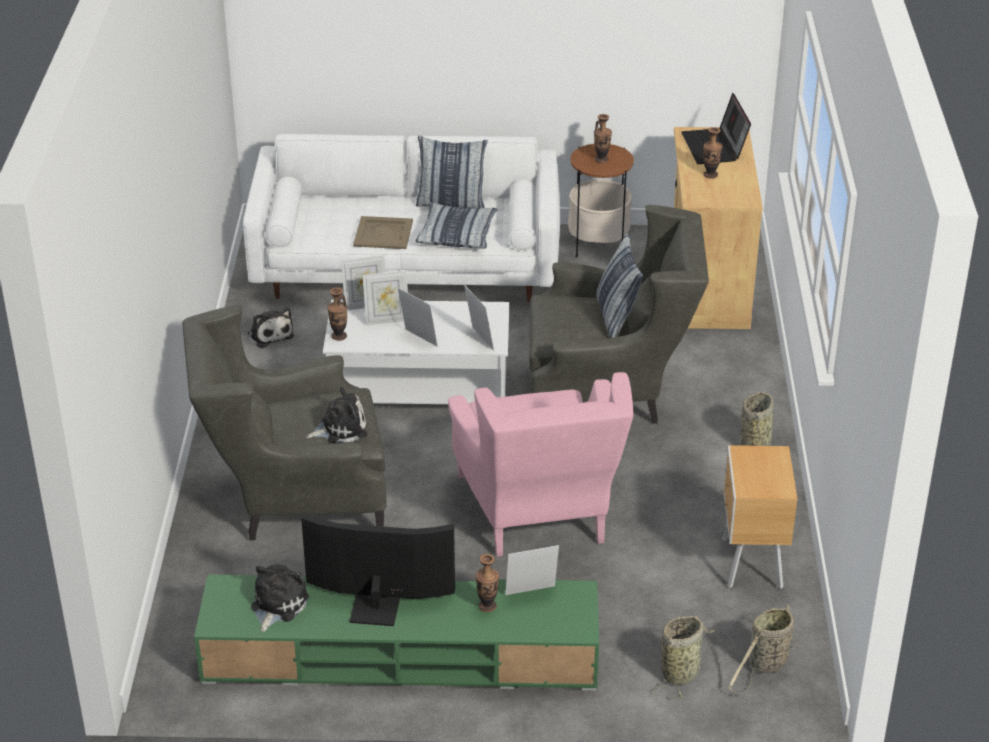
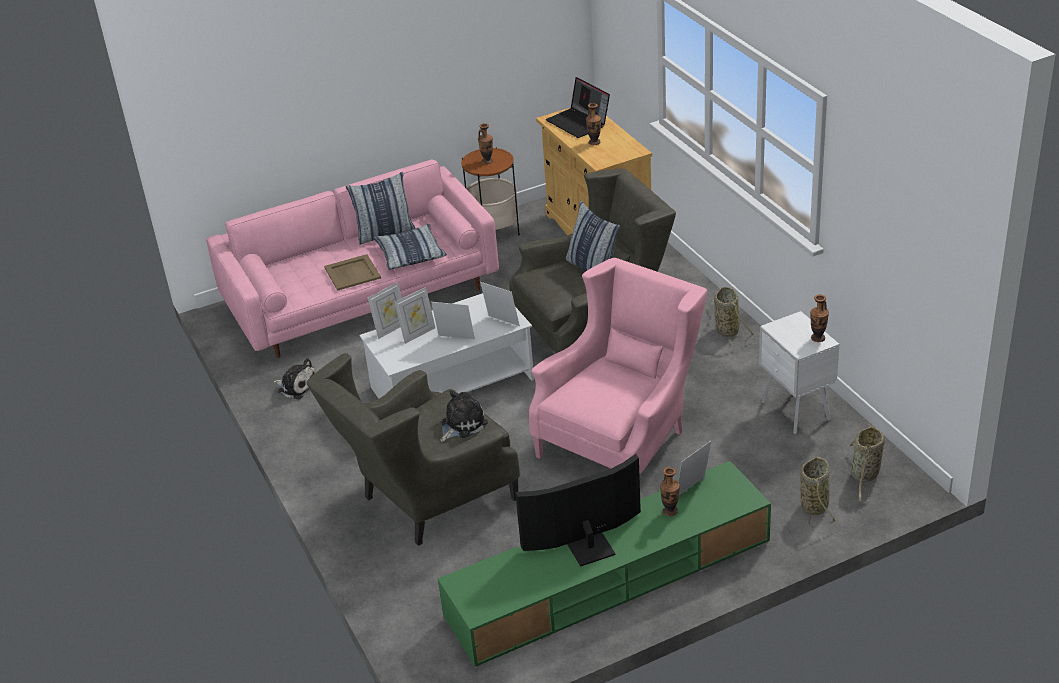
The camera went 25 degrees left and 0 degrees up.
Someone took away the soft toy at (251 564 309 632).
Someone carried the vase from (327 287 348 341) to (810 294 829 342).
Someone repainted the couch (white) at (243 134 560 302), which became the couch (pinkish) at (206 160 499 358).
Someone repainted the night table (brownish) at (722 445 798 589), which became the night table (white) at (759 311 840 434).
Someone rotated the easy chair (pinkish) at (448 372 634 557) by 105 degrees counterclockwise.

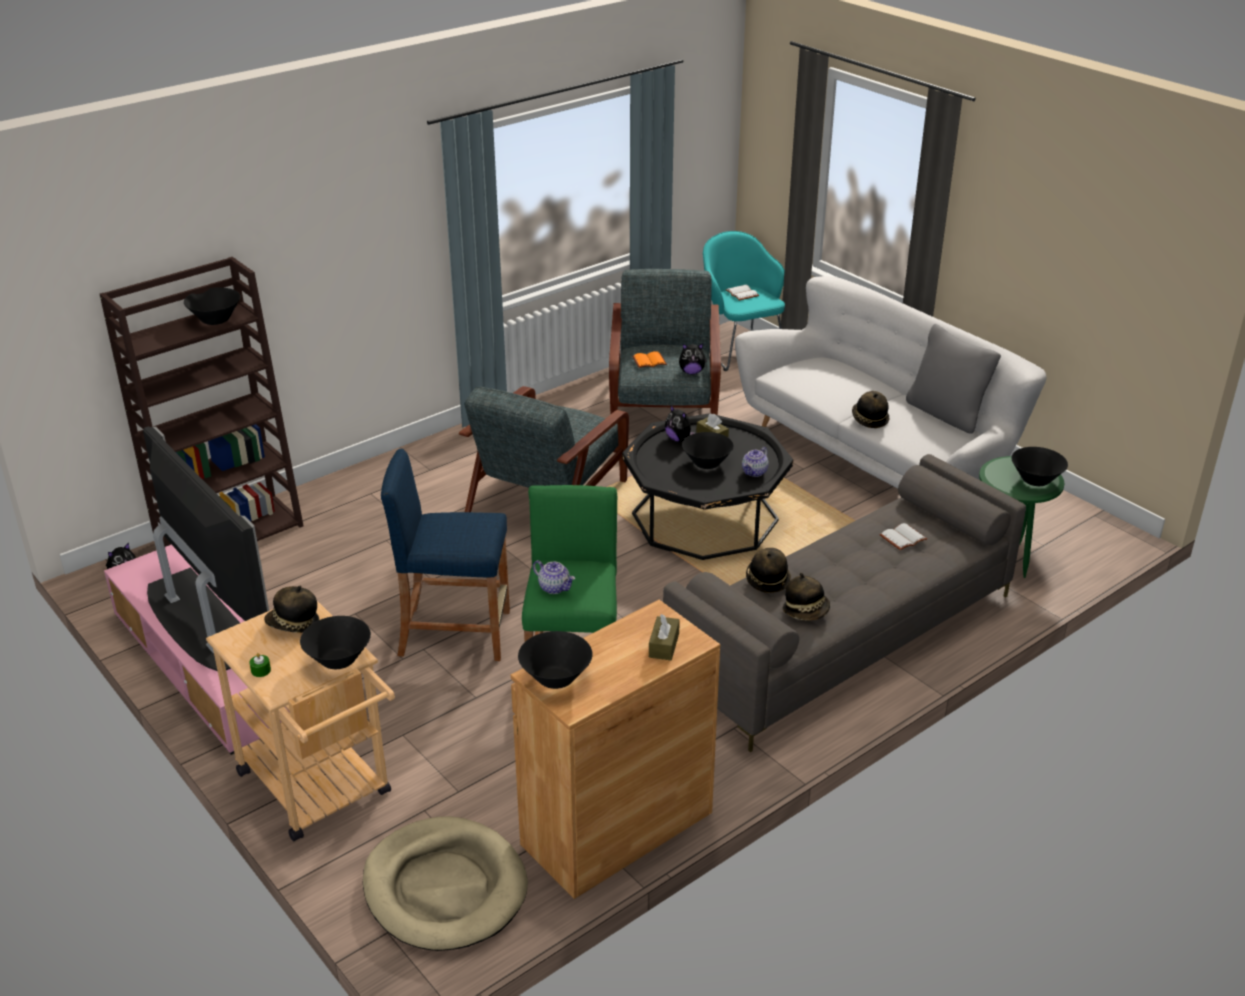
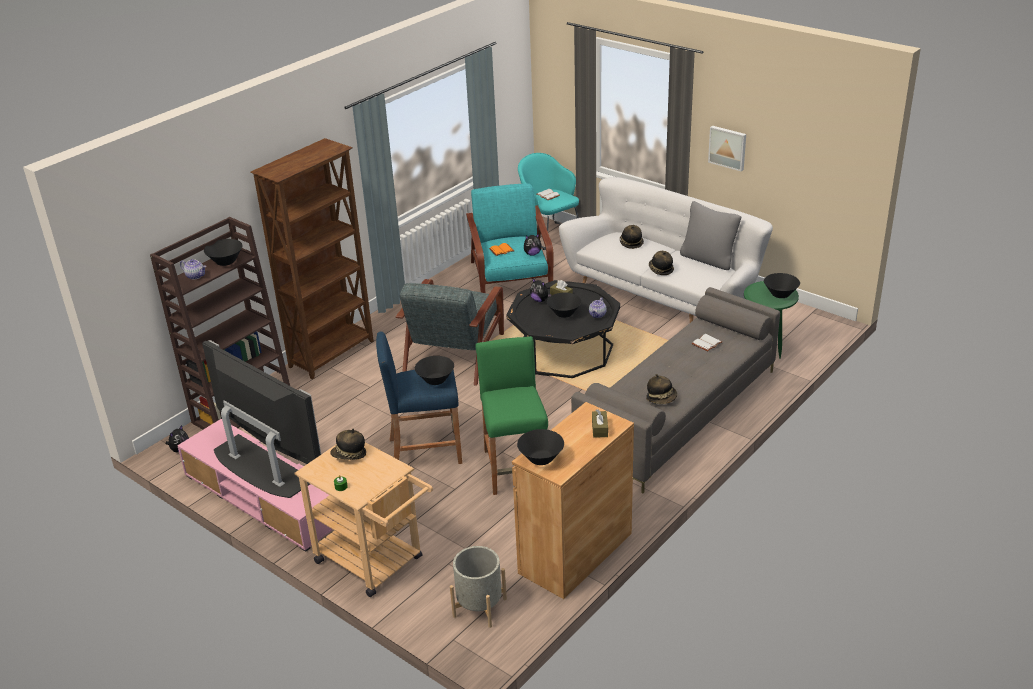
The camera went 10 degrees left and 0 degrees up.
Someone put down the bookcase (brownish) at (250 138 374 380).
Someone put up the picture at (708 126 746 171).
Someone carried the bowl (black-coloured) from (300 616 371 669) to (415 356 454 385).
Someone carried the pot for tea from (533 560 575 594) to (180 259 206 280).
Someone carried the clothing hat from (746 548 791 593) to (620 225 644 249).
Someone swapped the dog cushion (beige) at (363 816 528 951) for the flower pot (grey) at (450 546 507 628).
Someone repainted the easy chair (grey) at (609 269 721 415), which became the easy chair (turquoise-coloured) at (466 183 553 293).

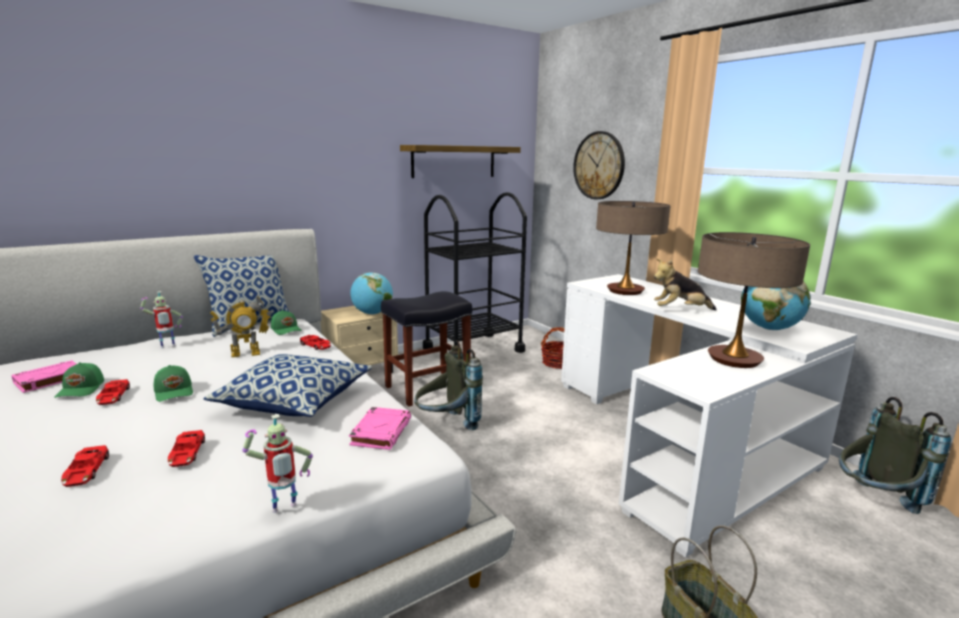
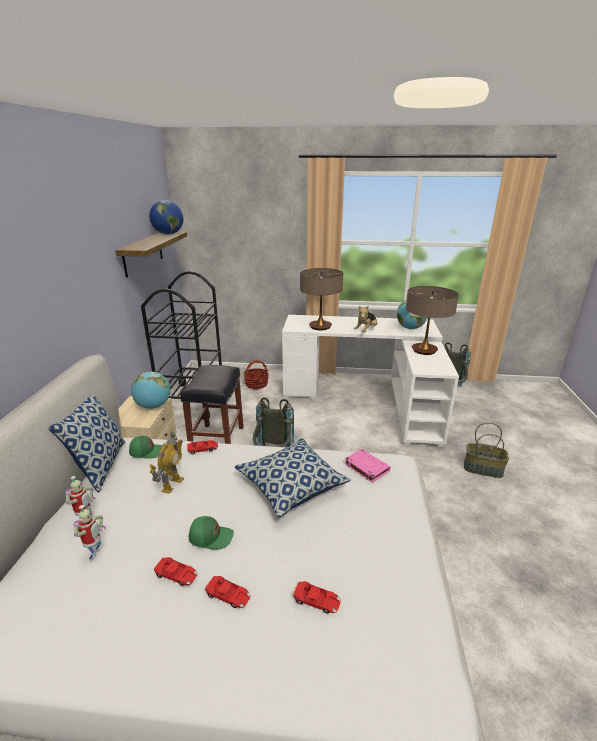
The camera went 50 degrees left and 10 degrees up.
Someone took away the bound book (pinkish) at (11 360 76 393).
Someone took away the peaked cap (greenish) at (54 362 104 398).
Someone took away the clock on the wall at (573 131 625 199).
Someone put down the world globe at (149 200 184 235).
Someone carried the miniature car (red-coloured) from (168 430 205 467) to (205 576 250 608).
Someone carried the toy robot from (242 414 313 513) to (73 505 106 562).

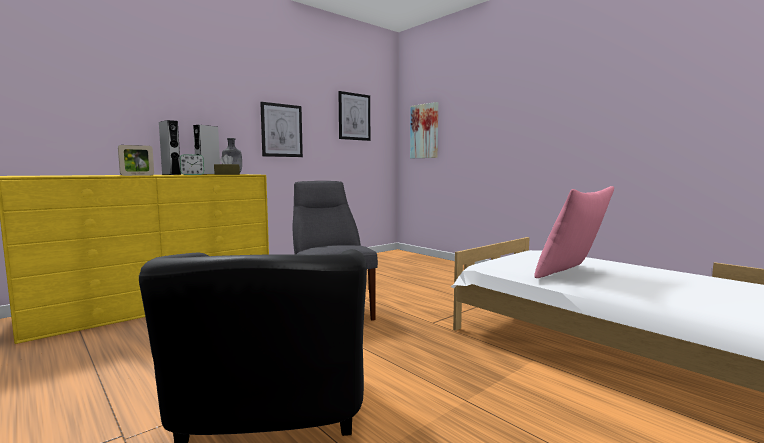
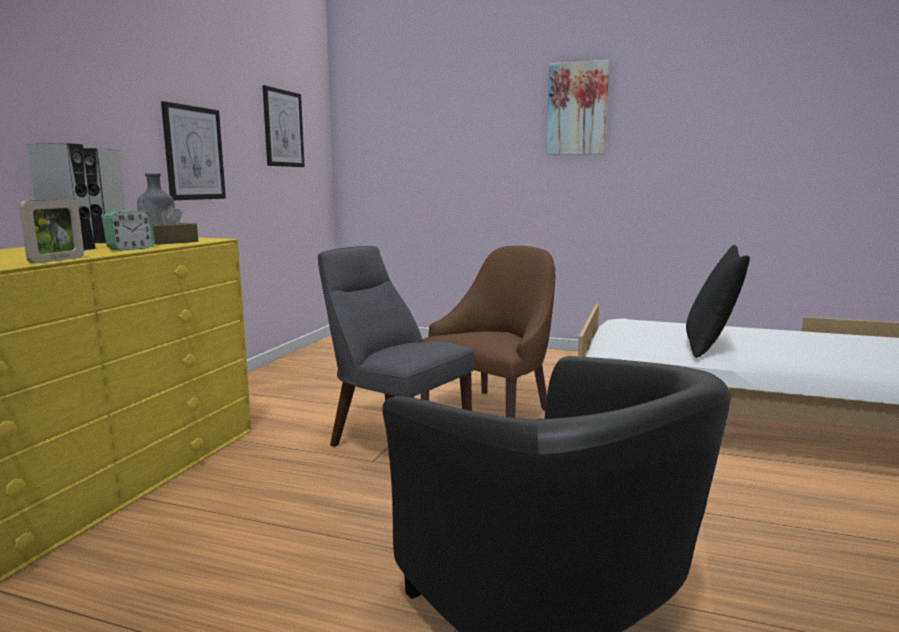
The camera went 30 degrees left and 5 degrees up.
Someone put down the easy chair (brownish) at (421 246 555 418).
Someone carried the picture from (410 102 438 158) to (546 60 609 155).
Someone repainted the cushion (pinkish) at (534 186 614 278), which became the cushion (black-coloured) at (686 245 750 358).

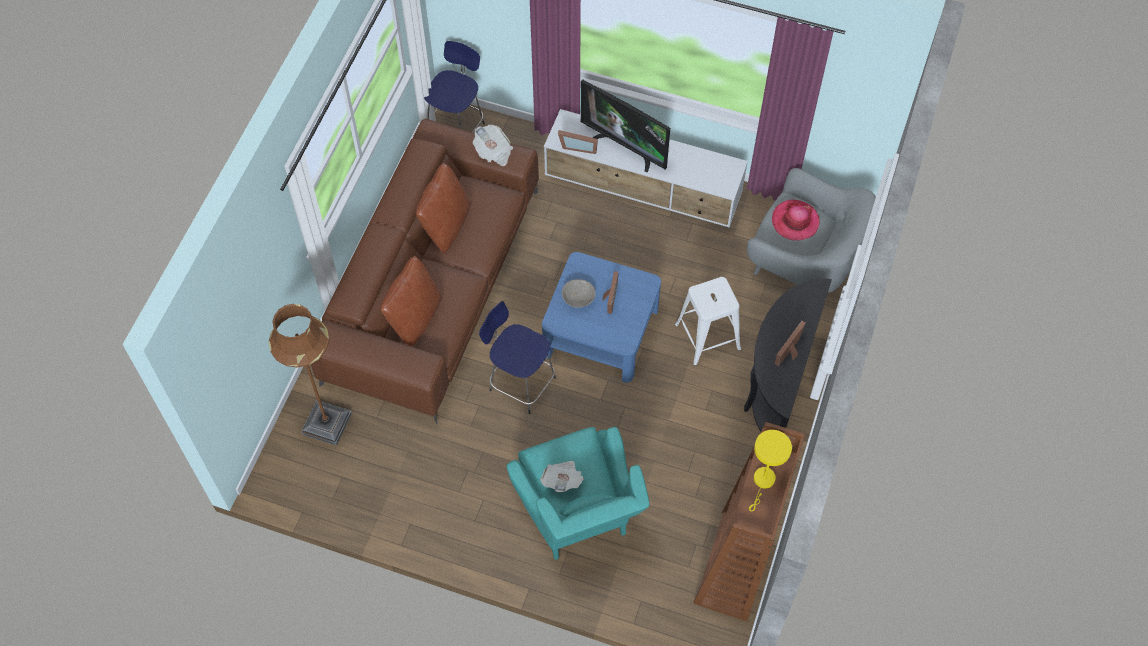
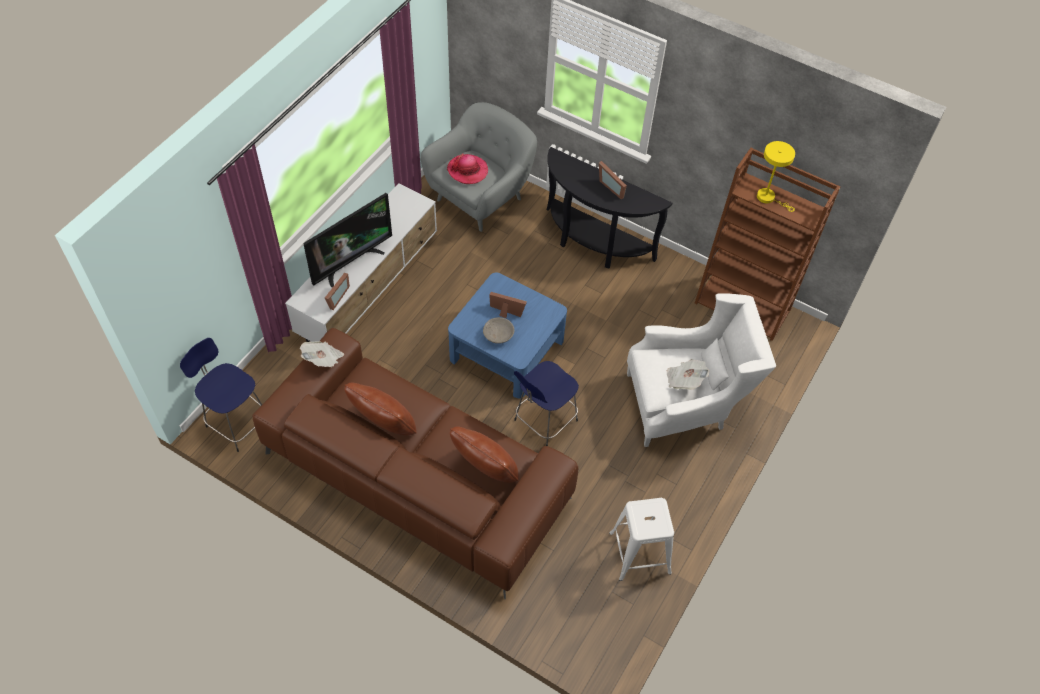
The camera went 80 degrees left and 5 degrees down.
Someone took away the floor lamp (brownish) at (269 304 352 446).
Someone carried the stool (white) from (675 277 741 366) to (609 498 674 581).
Someone repainted the easy chair (turquoise-coloured) at (507 427 649 560), which became the easy chair (white) at (627 293 776 447).

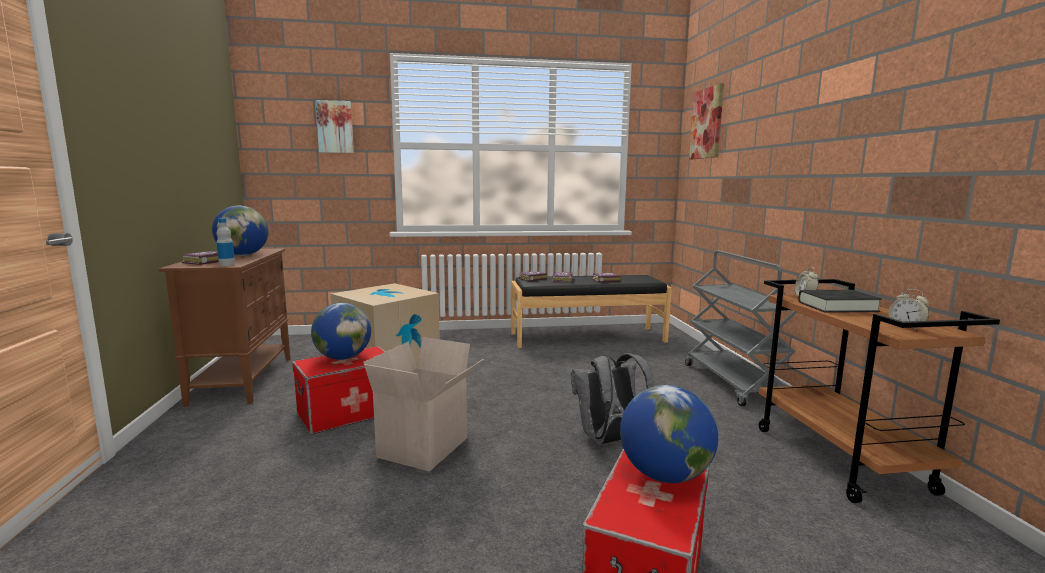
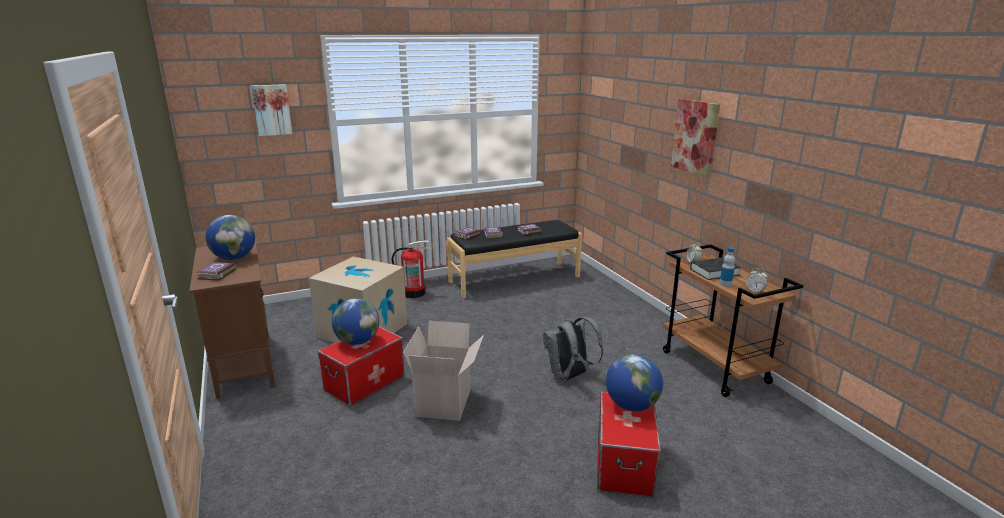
The camera went 15 degrees left and 10 degrees up.
Someone took away the wheeled cart (grey) at (685 250 797 406).
Someone put down the extinguisher at (392 240 432 298).
Someone carried the drink bottle from (216 218 235 266) to (719 247 735 287).
Someone carried the picture from (689 83 724 159) to (671 99 720 177).

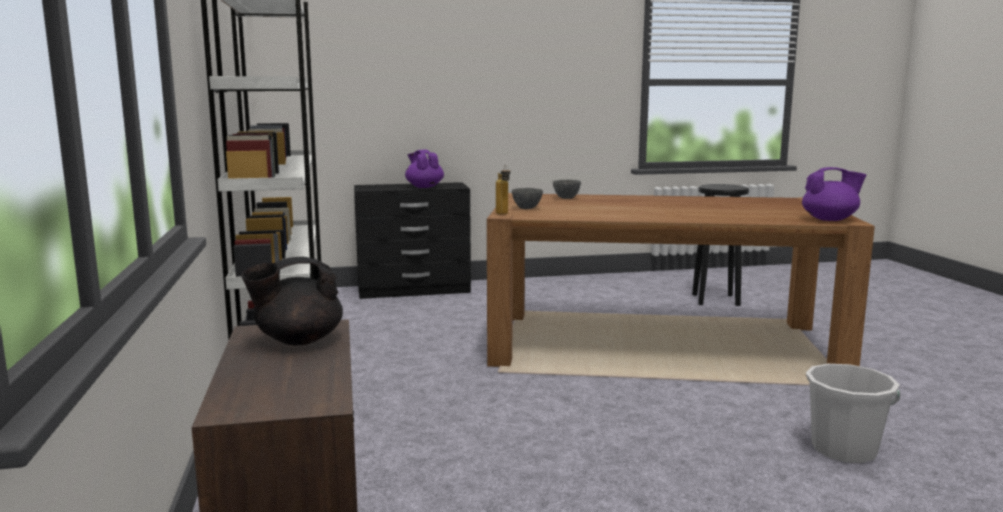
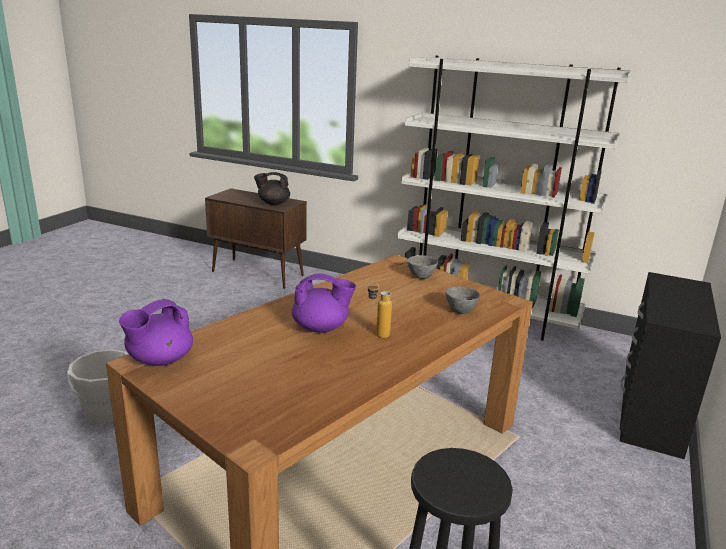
The camera went 125 degrees right and 10 degrees up.
Someone carried the pot for tea (purple-coloured) from (405 149 444 188) to (292 274 356 333).
Someone carried the drink bottle from (496 166 510 215) to (367 281 392 338).
Someone rotated the pot for tea (black-coloured) at (241 257 343 345) by 105 degrees counterclockwise.

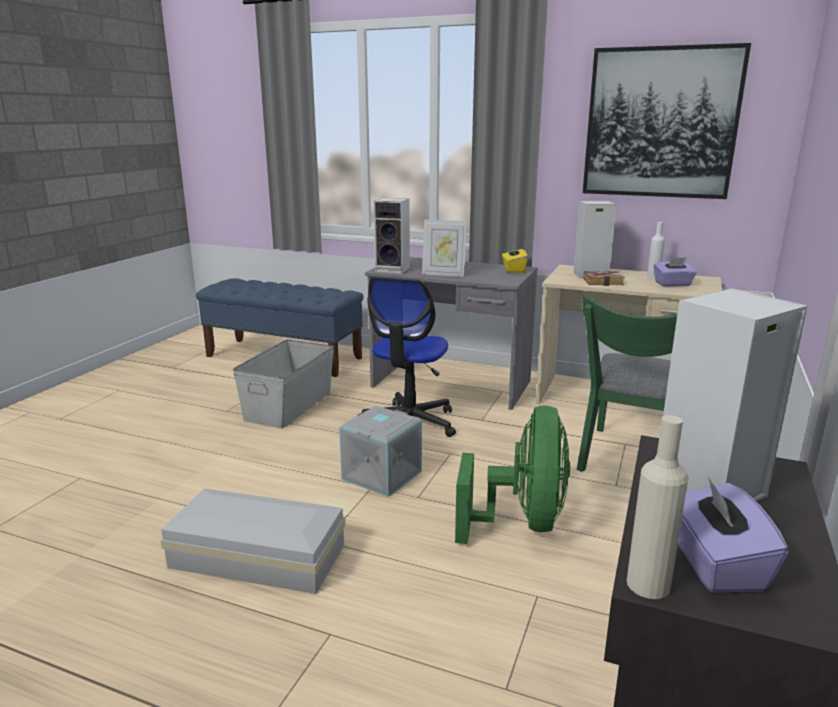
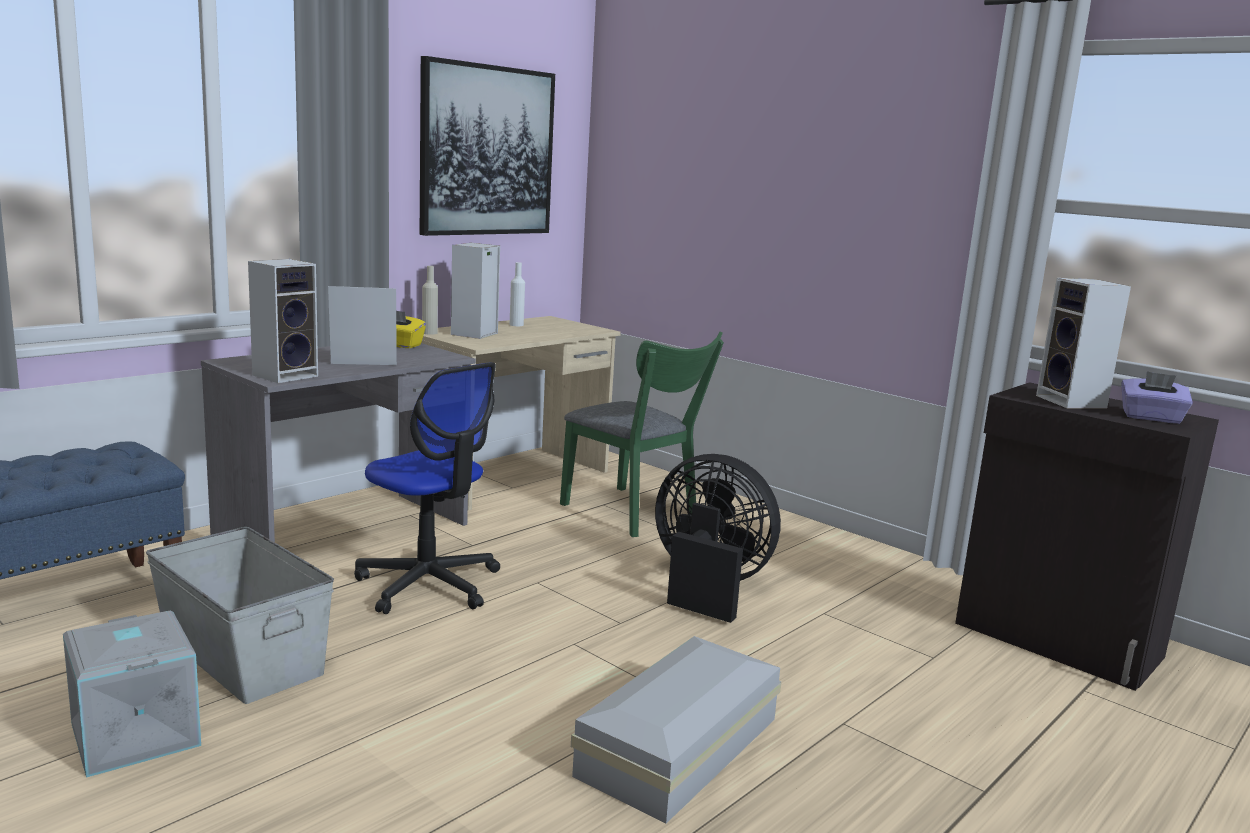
The camera went 70 degrees left and 5 degrees down.
Someone took away the bound book at (583 271 625 286).
Someone took away the tissue box (purple-coloured) at (654 257 697 286).
Someone carried the storage bin (grey) from (339 406 422 497) to (63 611 201 778).
Someone carried the drink bottle (beige) from (627 415 688 599) to (422 266 438 335).
Someone repainted the electric fan (greenish) at (455 405 570 544), which became the electric fan (black-coloured) at (655 454 781 623).
Someone rotated the photo frame at (422 220 467 277) by 135 degrees counterclockwise.

